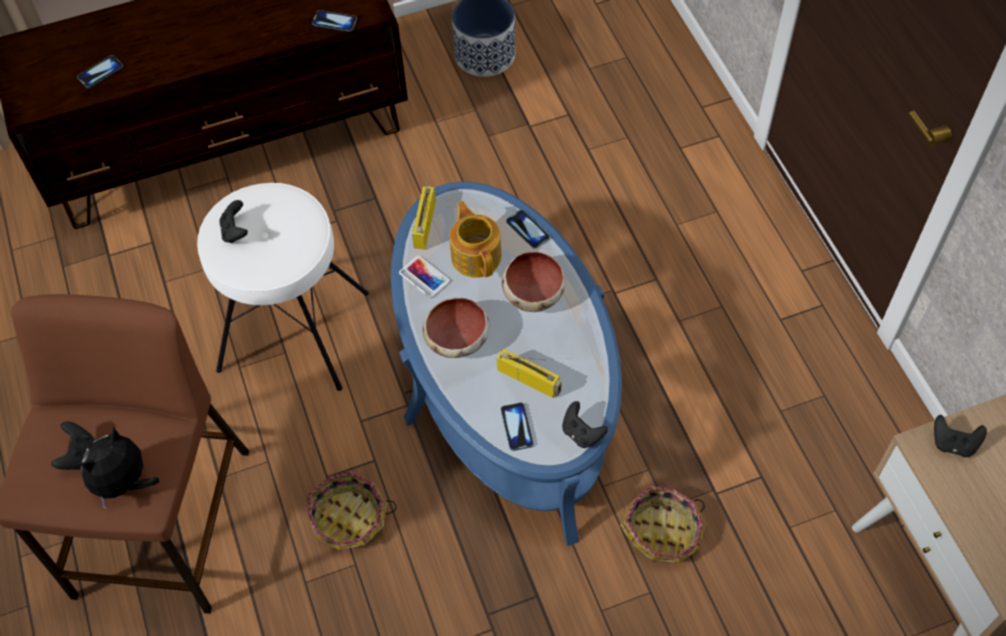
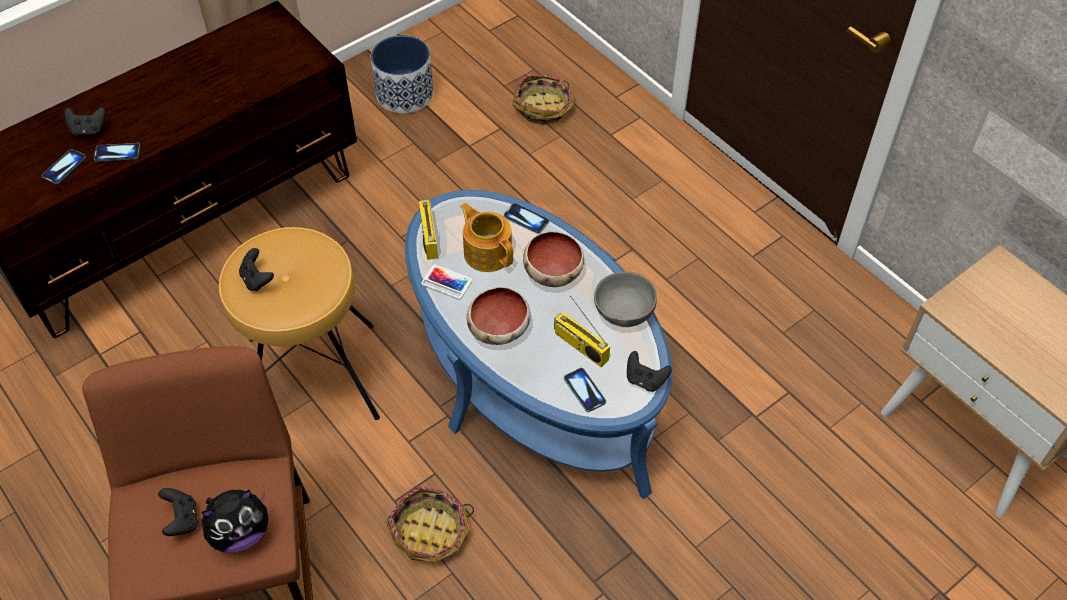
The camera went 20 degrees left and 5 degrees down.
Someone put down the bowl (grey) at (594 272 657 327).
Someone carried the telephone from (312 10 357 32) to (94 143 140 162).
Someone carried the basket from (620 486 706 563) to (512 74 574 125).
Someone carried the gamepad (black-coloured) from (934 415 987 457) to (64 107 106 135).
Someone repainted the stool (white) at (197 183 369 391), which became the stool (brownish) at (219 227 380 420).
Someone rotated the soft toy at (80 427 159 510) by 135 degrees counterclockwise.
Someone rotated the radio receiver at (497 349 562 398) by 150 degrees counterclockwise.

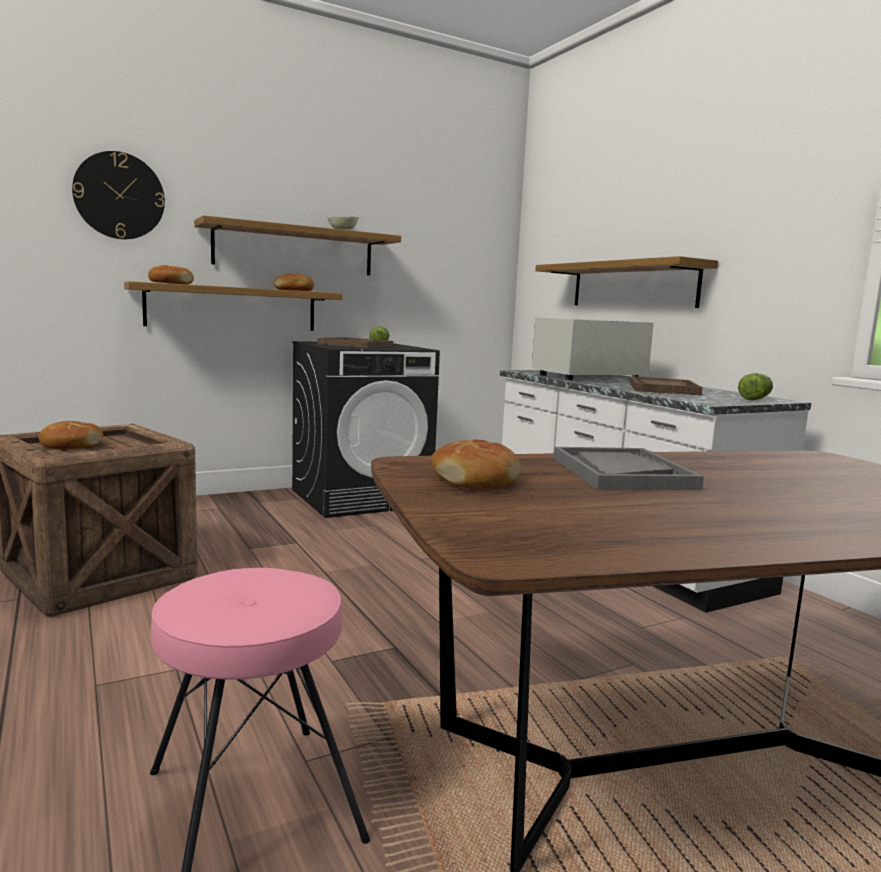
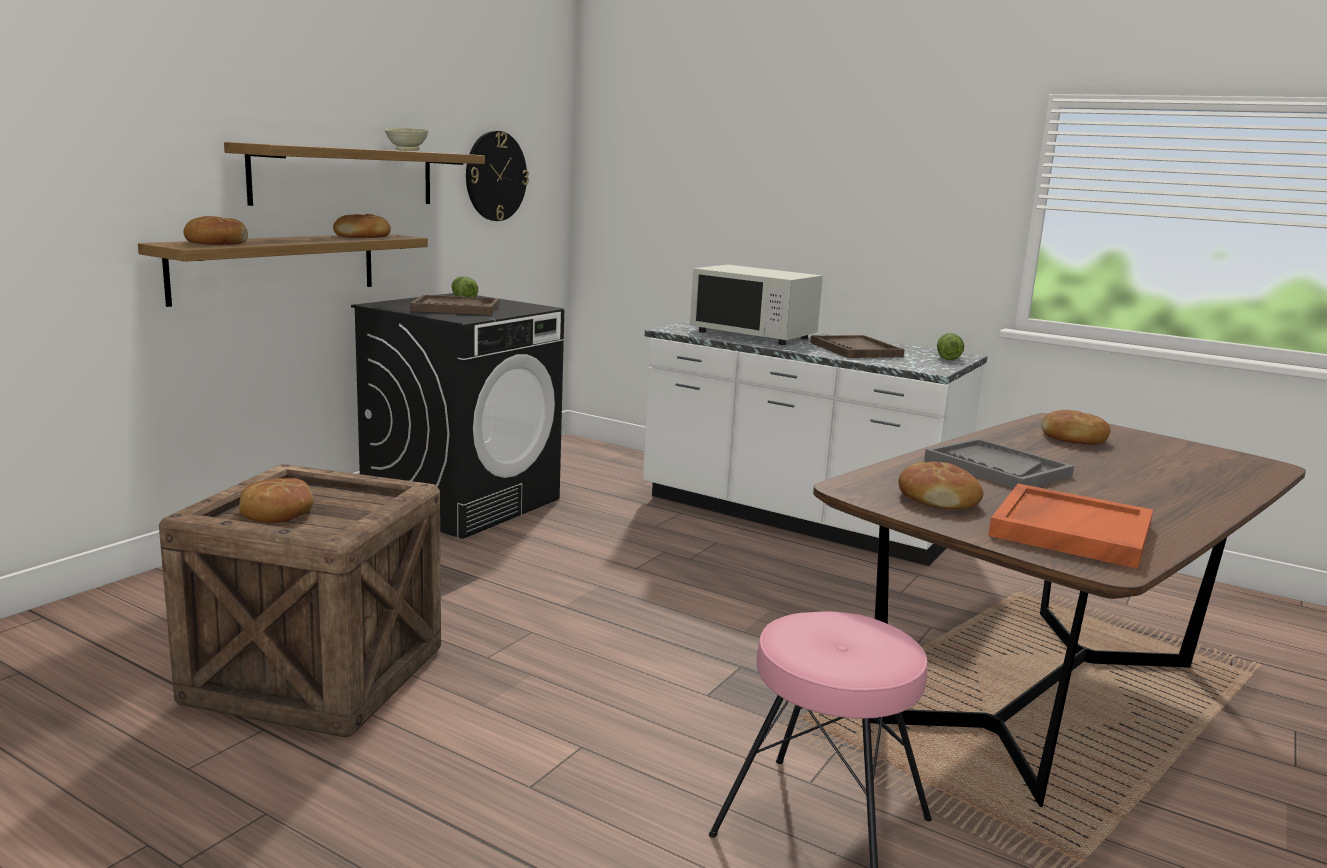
The camera went 30 degrees left and 5 degrees up.
Someone took away the wall shelf at (535 256 718 308).
Someone put down the carrying tray (orange) at (988 484 1153 569).
Someone put down the baked bread at (1041 410 1111 444).
Someone carried the clock on the wall from (72 151 165 239) to (466 131 529 221).
Someone rotated the kitchen microwave (white) at (532 317 654 380) by 90 degrees counterclockwise.

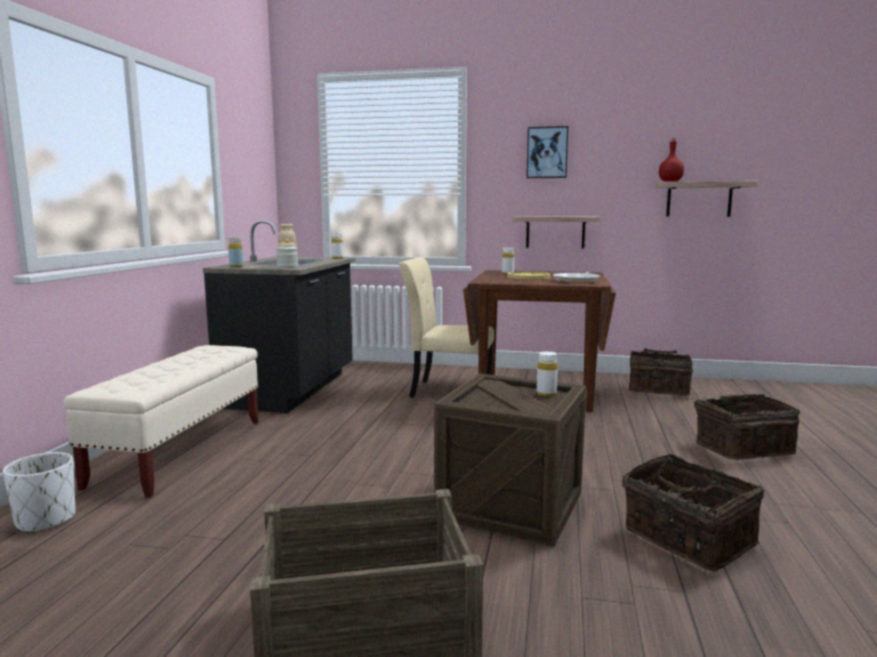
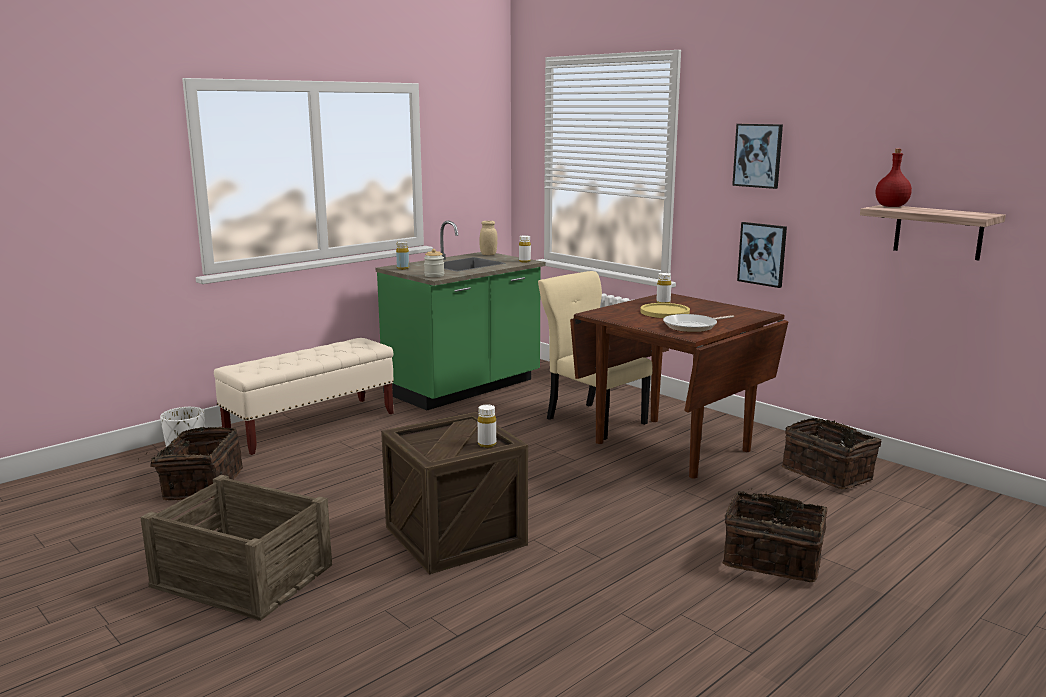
The camera went 35 degrees right and 5 degrees up.
Someone carried the basket from (622 454 764 572) to (138 427 243 500).
Someone swapped the wall shelf at (512 216 600 248) for the picture at (737 222 787 288).
Someone repainted the kitchen base unit (black-coloured) at (203 220 355 413), which became the kitchen base unit (greenish) at (376 221 545 410).

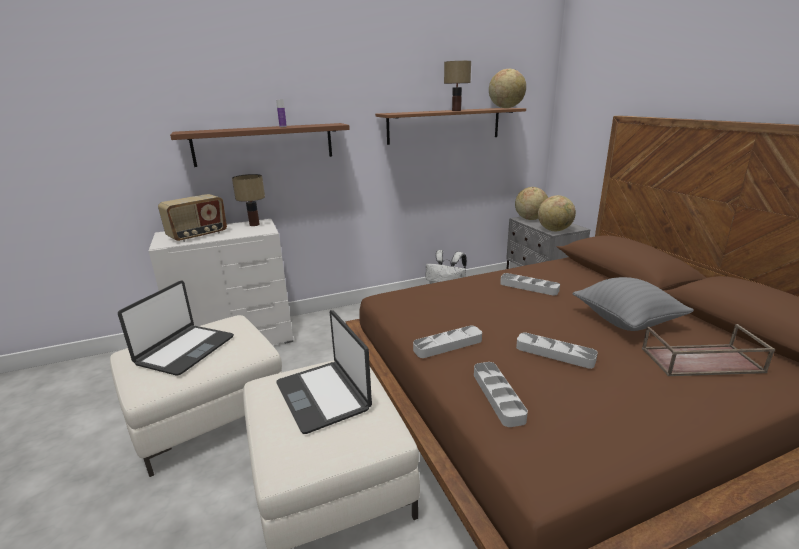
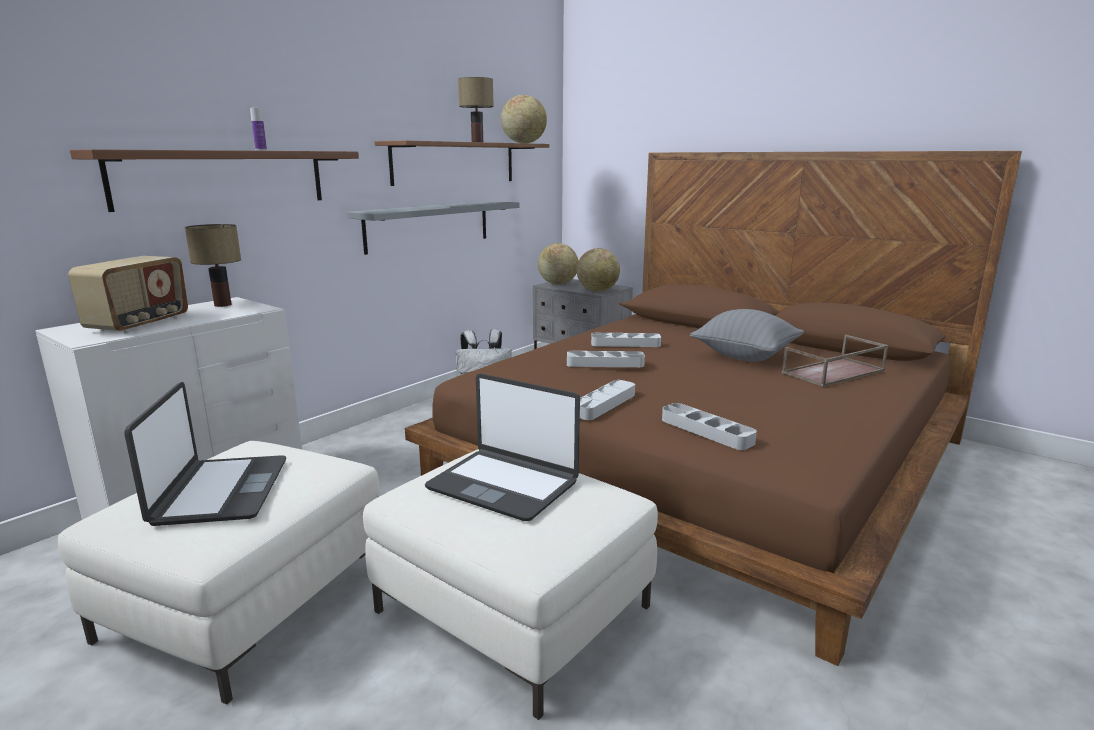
The camera went 30 degrees left and 5 degrees down.
Someone put up the wall shelf (grey) at (347 201 519 255).
Someone carried the carrying tray (grey) from (516 332 598 369) to (567 351 645 367).

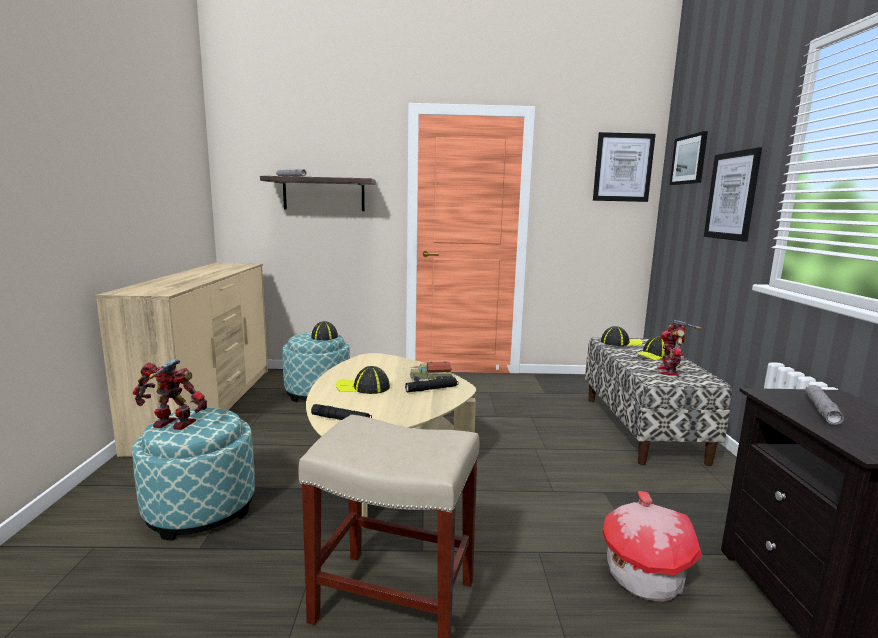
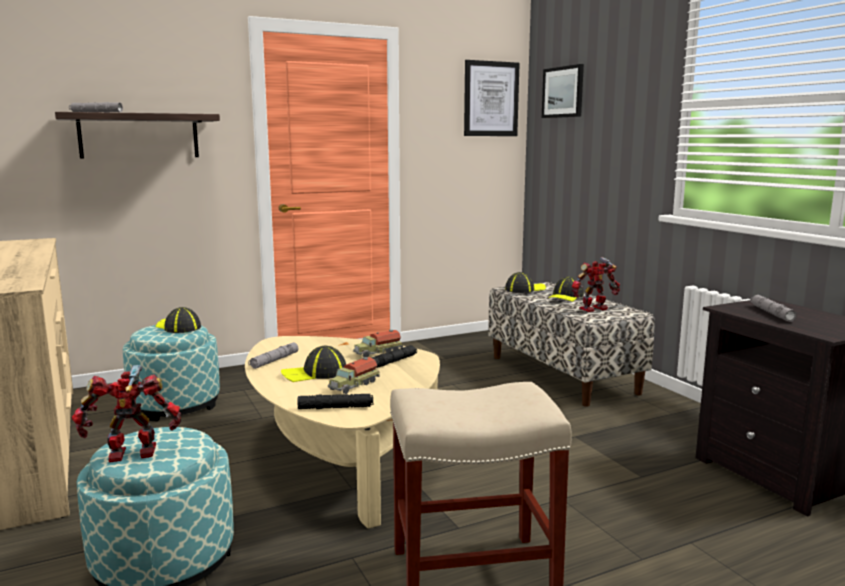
The camera went 25 degrees left and 0 degrees up.
Someone took away the miniature house at (603 491 702 602).
Someone took away the picture at (704 147 762 242).
Someone put down the torch (grey) at (248 342 299 369).
Someone put down the model truck at (328 357 380 394).
Someone rotated the toy robot at (657 320 702 376) by 75 degrees clockwise.

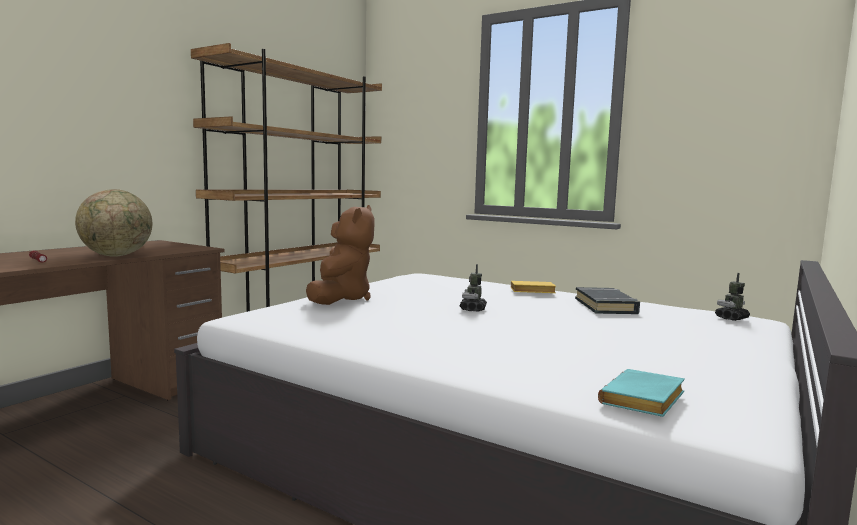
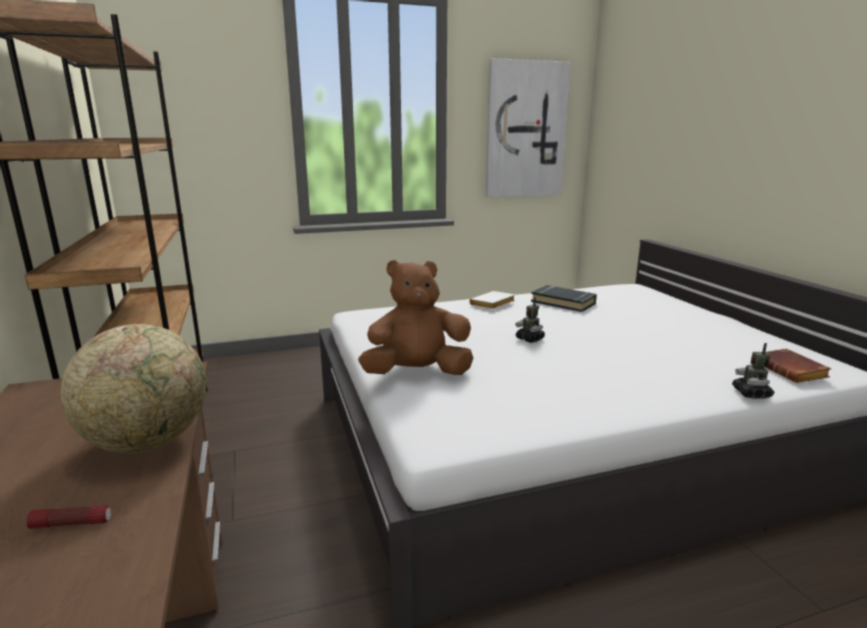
The camera went 50 degrees left and 10 degrees up.
Someone put up the picture at (486 58 571 198).
Someone carried the toy robot from (715 273 750 321) to (732 343 774 399).
Someone repainted the bound book (yellow) at (511 281 556 293), which became the bound book (white) at (470 291 515 309).
Someone repainted the bound book (turquoise-coloured) at (598 369 685 417), which became the bound book (brownish) at (766 348 831 383).
Someone rotated the soft toy (brownish) at (306 205 375 305) by 60 degrees counterclockwise.

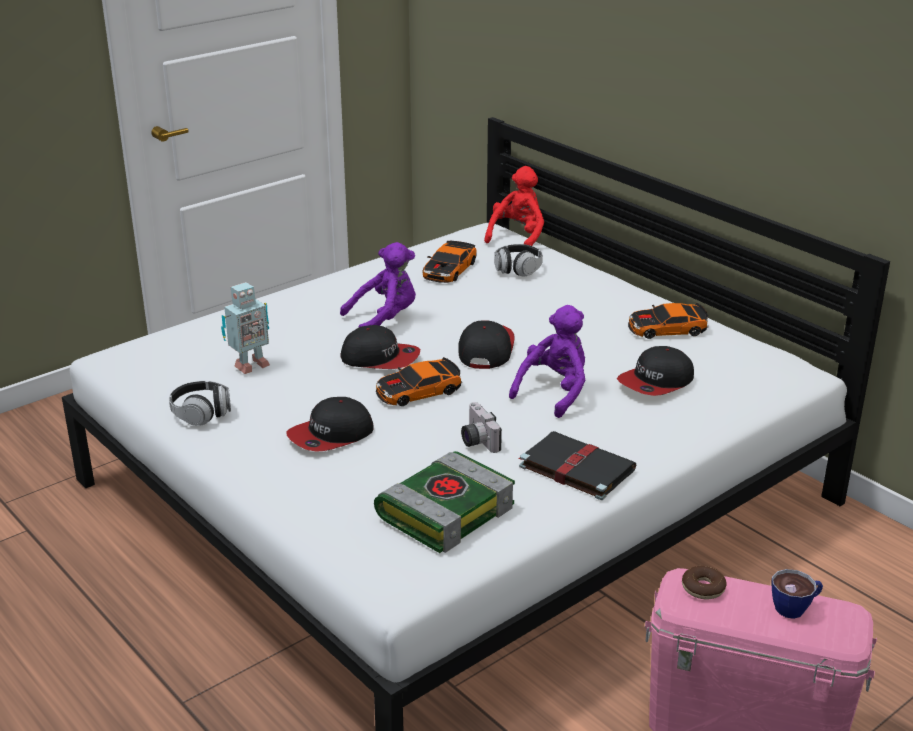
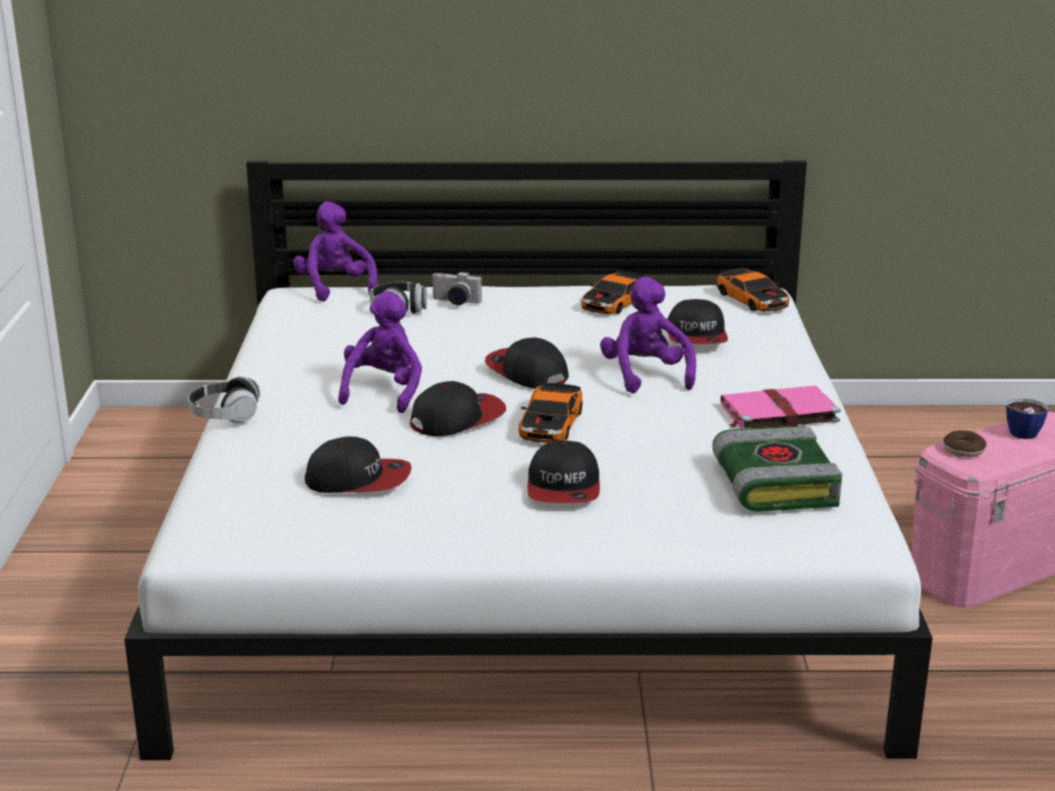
The camera went 50 degrees left and 5 degrees down.
Someone carried the headset from (169 381 231 426) to (188 376 260 423).
Someone carried the miniature car from (422 241 476 283) to (717 268 789 311).
Someone carried the still camera from (461 402 502 453) to (432 272 482 305).
Someone swapped the toy robot at (221 282 270 374) for the peaked cap at (305 436 412 493).
Someone repainted the soft toy (red-coloured) at (484 166 544 246), which became the soft toy (purple-coloured) at (293 201 377 302).
Someone repainted the bound book (black-coloured) at (518 431 636 500), which became the bound book (pinkish) at (720 386 841 429).

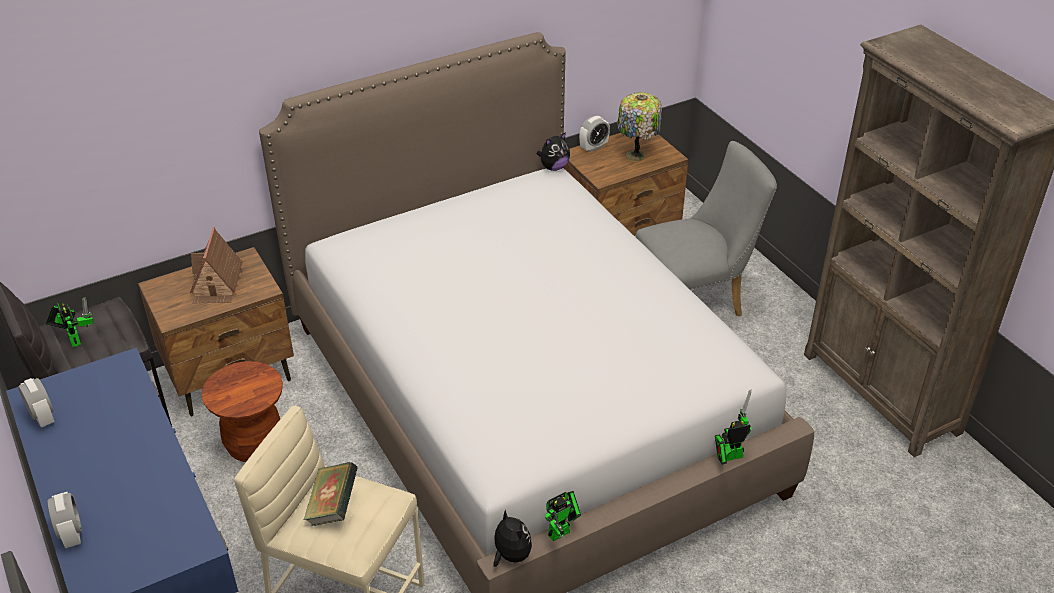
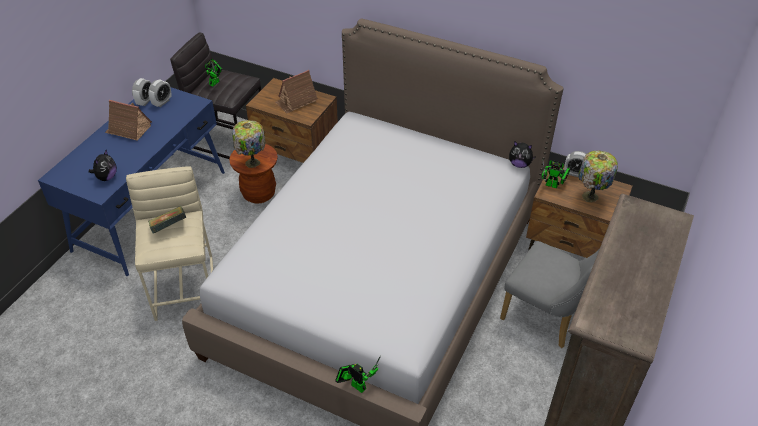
The camera went 55 degrees right and 5 degrees up.
Someone put down the miniature house at (105 100 152 141).
Someone put down the tabletop lamp at (232 120 266 168).
Someone carried the table clock from (47 492 82 548) to (148 79 172 107).
Someone carried the soft toy from (493 510 532 567) to (89 149 117 181).
Someone carried the toy robot from (545 491 581 541) to (542 160 570 188).

